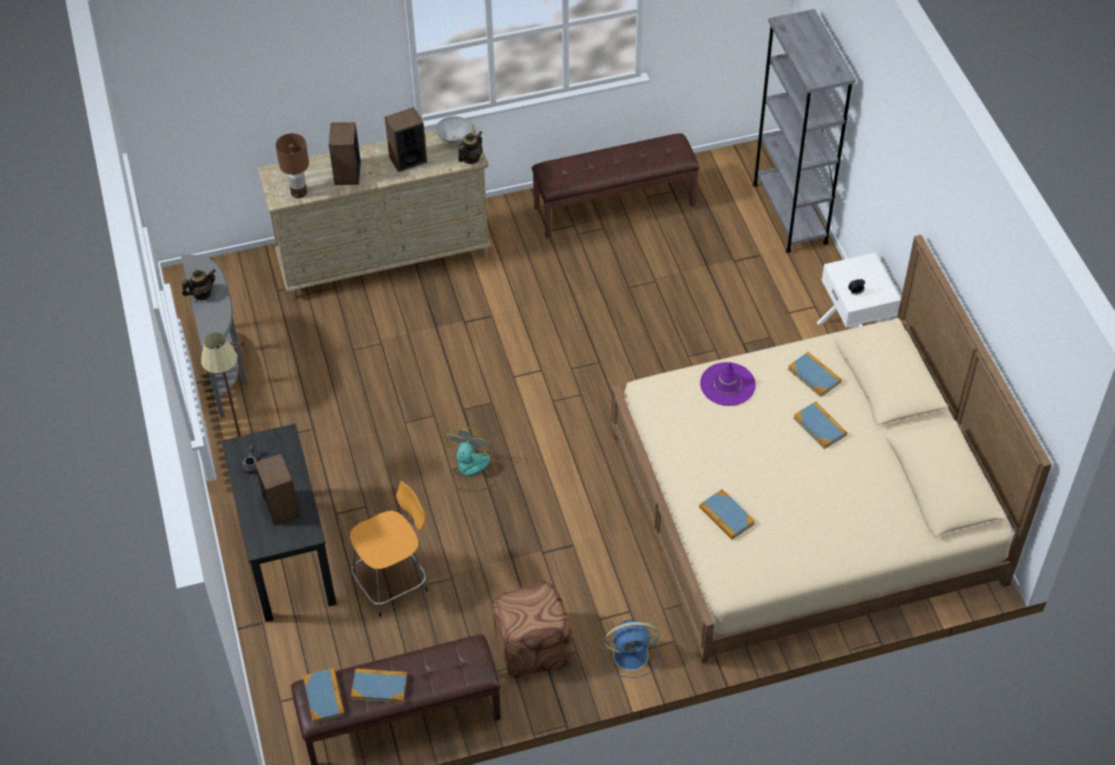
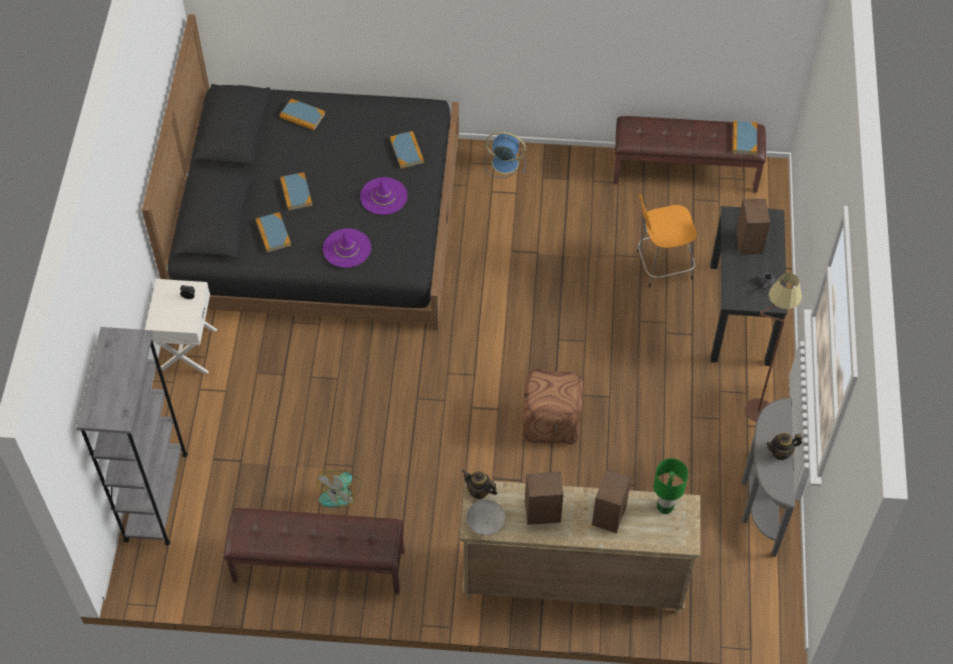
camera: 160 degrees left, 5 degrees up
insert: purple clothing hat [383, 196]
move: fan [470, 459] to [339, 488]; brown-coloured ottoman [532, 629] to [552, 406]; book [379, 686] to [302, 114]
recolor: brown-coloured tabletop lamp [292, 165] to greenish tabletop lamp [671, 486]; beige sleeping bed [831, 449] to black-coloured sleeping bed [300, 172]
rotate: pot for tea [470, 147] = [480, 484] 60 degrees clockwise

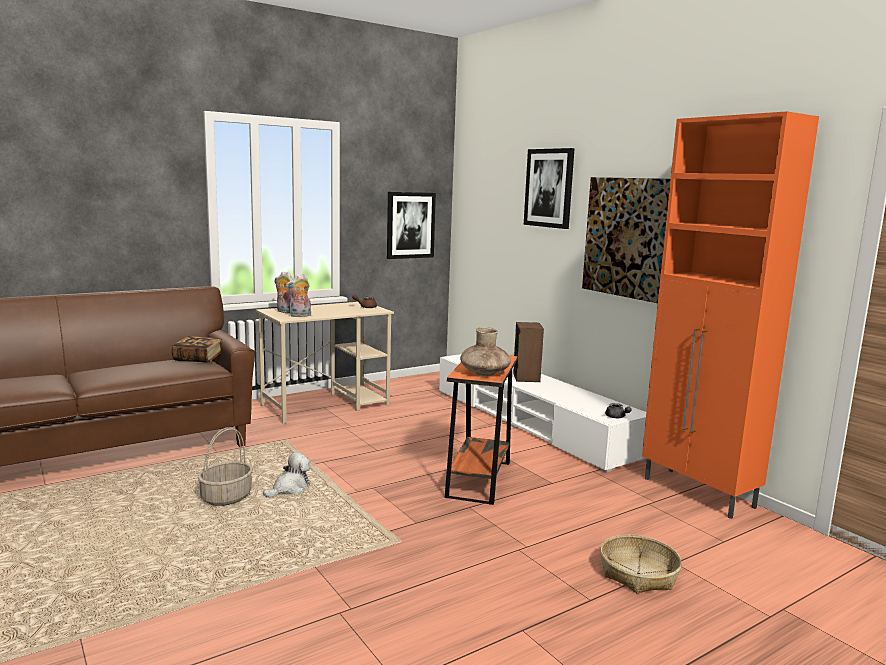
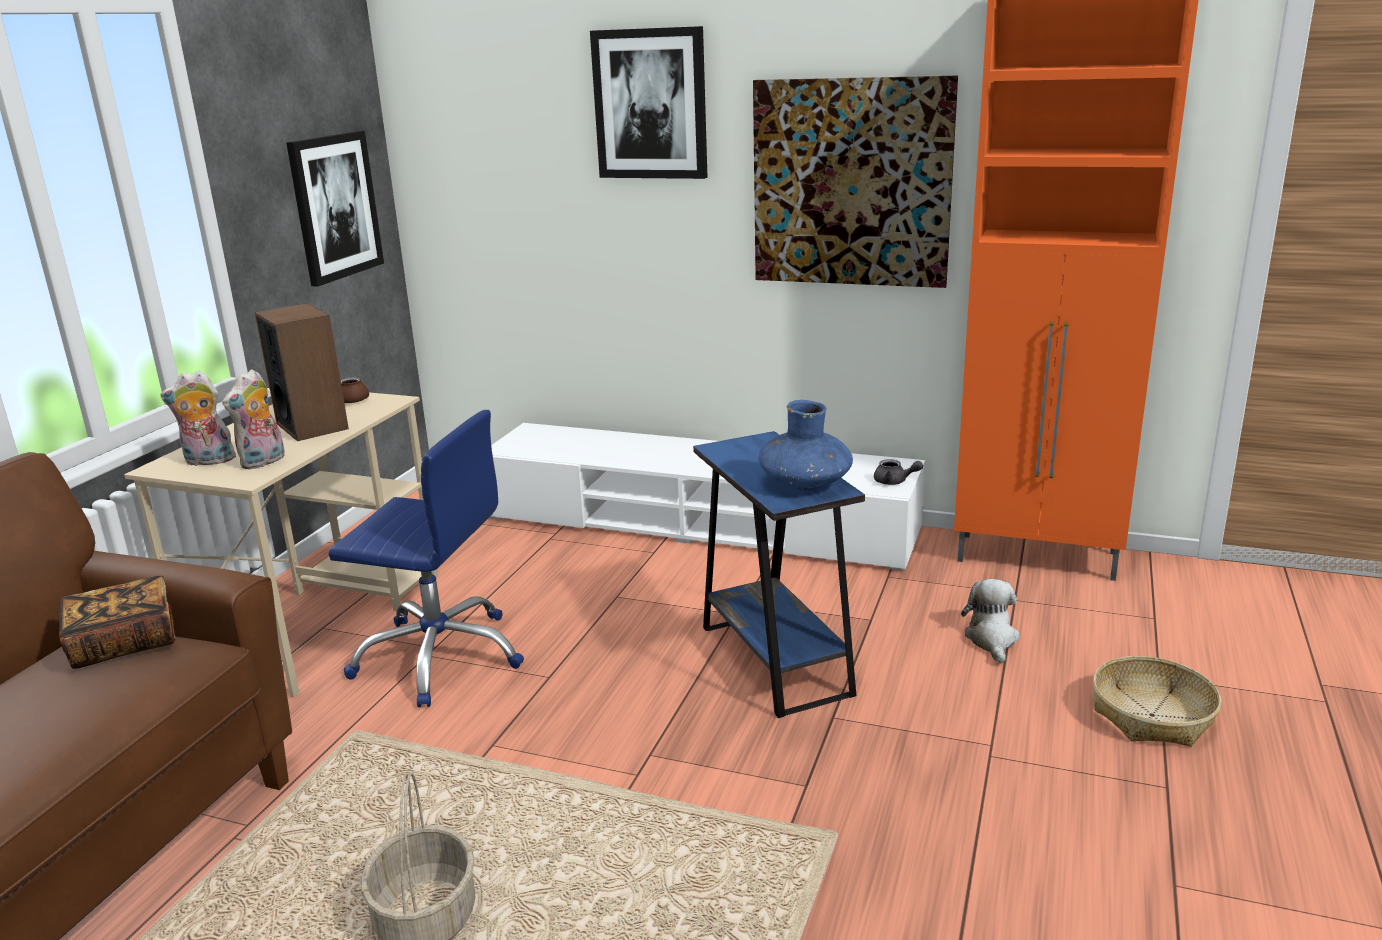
camera: 35 degrees left, 10 degrees up
insert: bluish office chair [426, 558]
move: loudspeaker [528, 352] to [302, 372]; cuddly toy [286, 475] to [990, 621]
recolor: brown-coloured flower vase [485, 351] to bluish flower vase [806, 445]; orangey accent table [481, 430] to bluish accent table [779, 574]

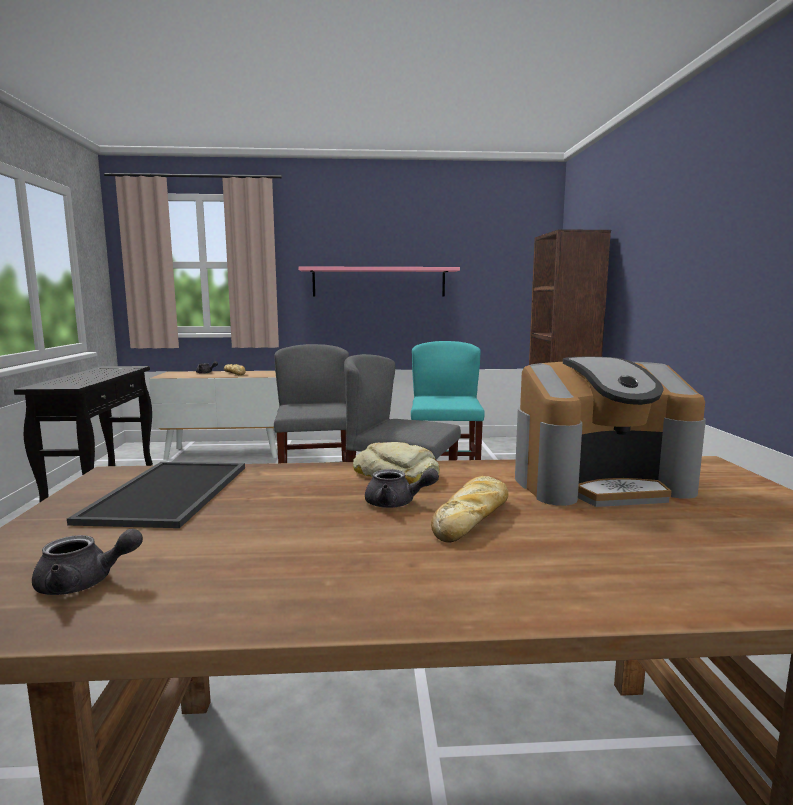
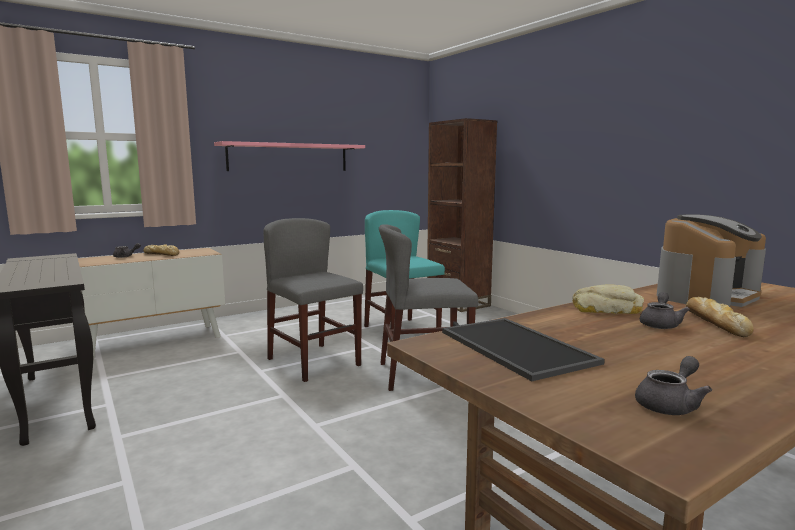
camera: 30 degrees left, 0 degrees up
rotate: gray pot for tea [402, 488] = [665, 310] 45 degrees counterclockwise

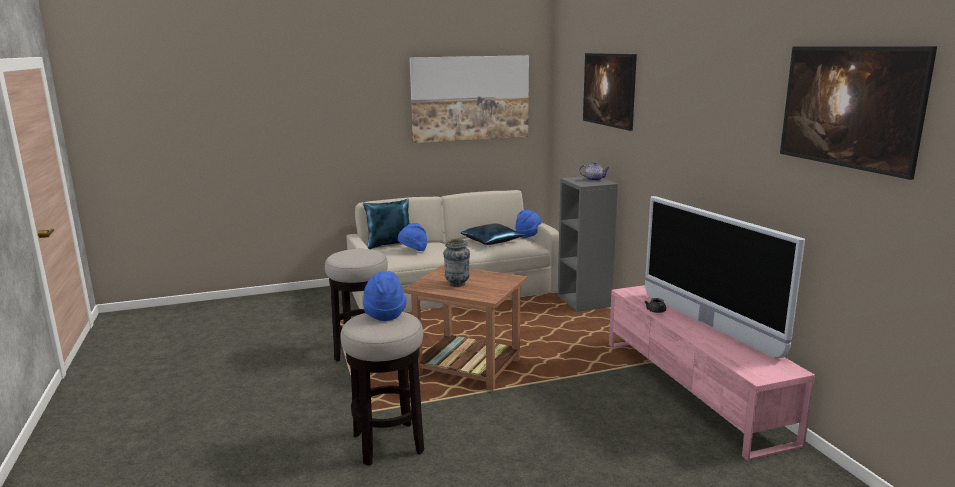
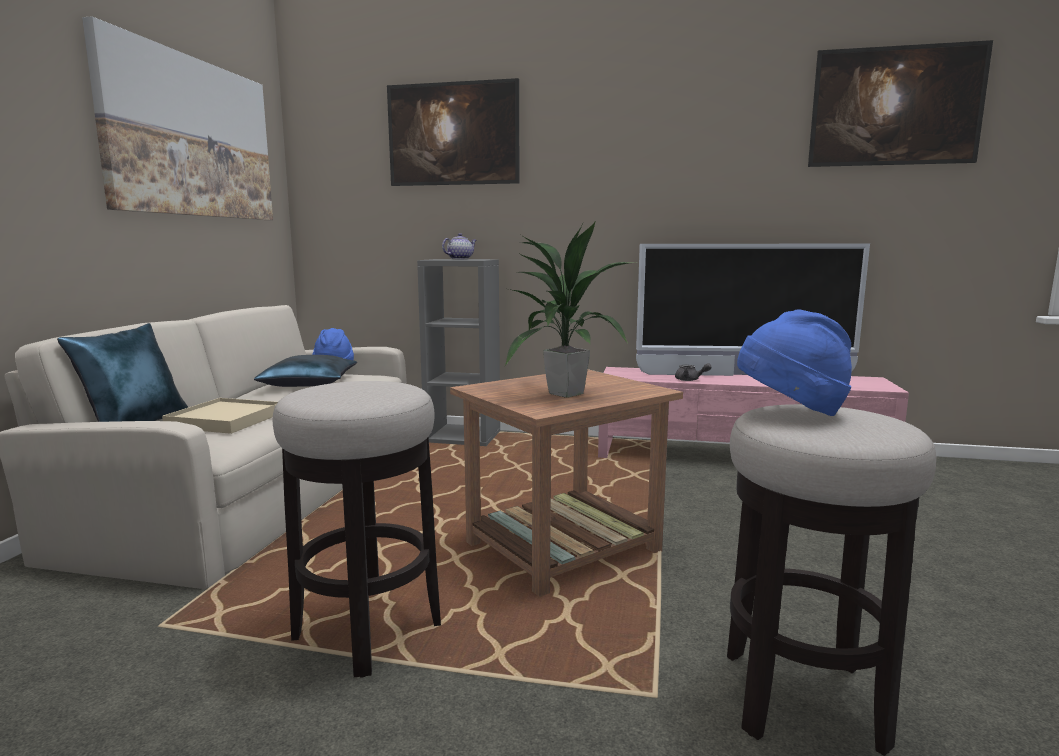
camera: 60 degrees left, 5 degrees down
replace: bluish clothing hat [412, 237] to beige carrying tray [220, 416]; flower vase [456, 263] to plant in a pot [571, 310]

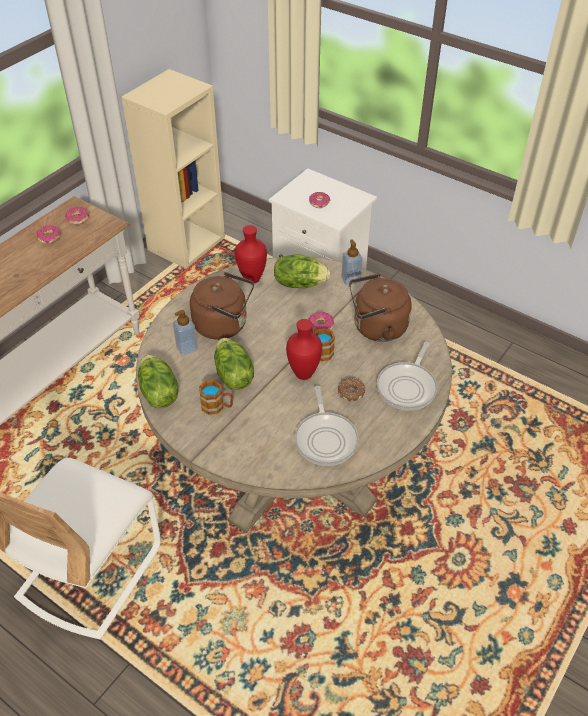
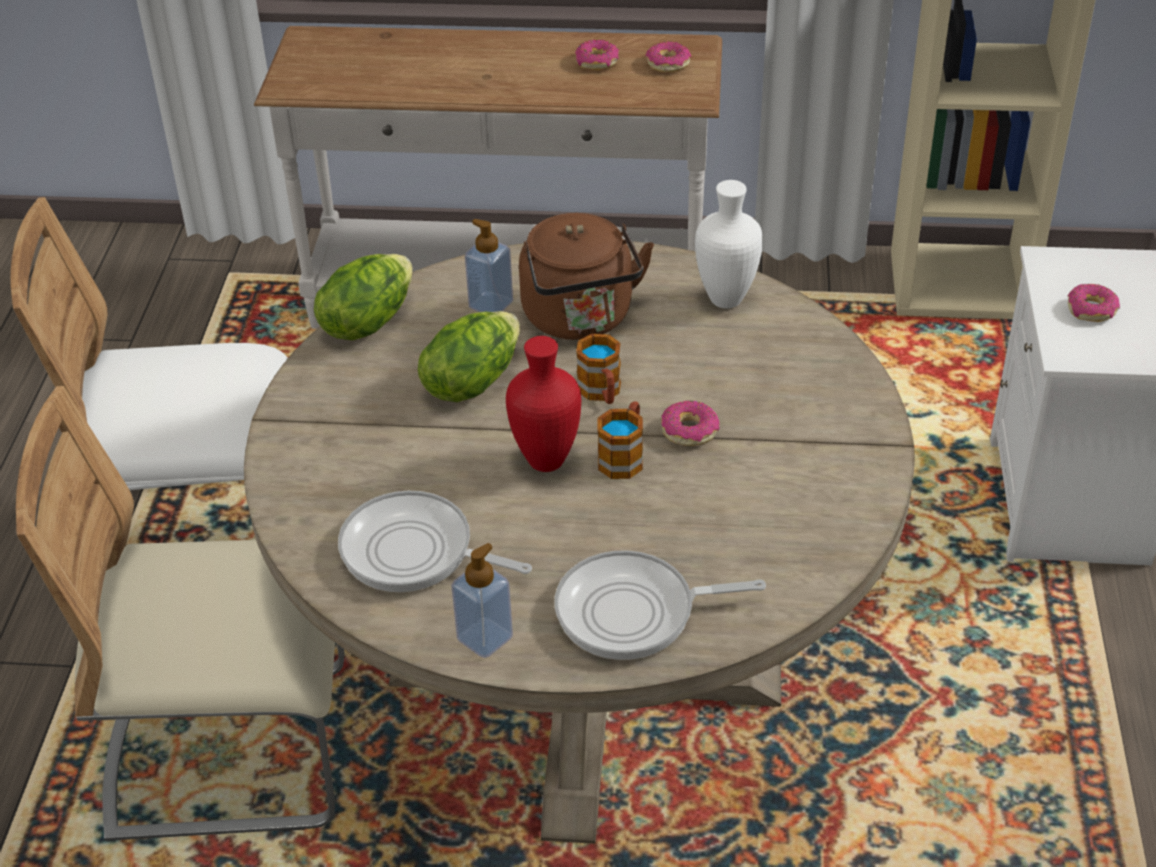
camera: 60 degrees right, 5 degrees down
delete: lettuce head [302, 271]; brown-coloured tea kettle [380, 307]; ring doughnut [351, 389]
insert: beige upright chair [180, 613]
move: soap dispenser [352, 262] to [482, 600]; mug [216, 397] to [598, 369]
recolor: red flower vase [251, 254] to whitish flower vase [729, 244]
rotate: pan [327, 426] = [435, 541] 60 degrees clockwise

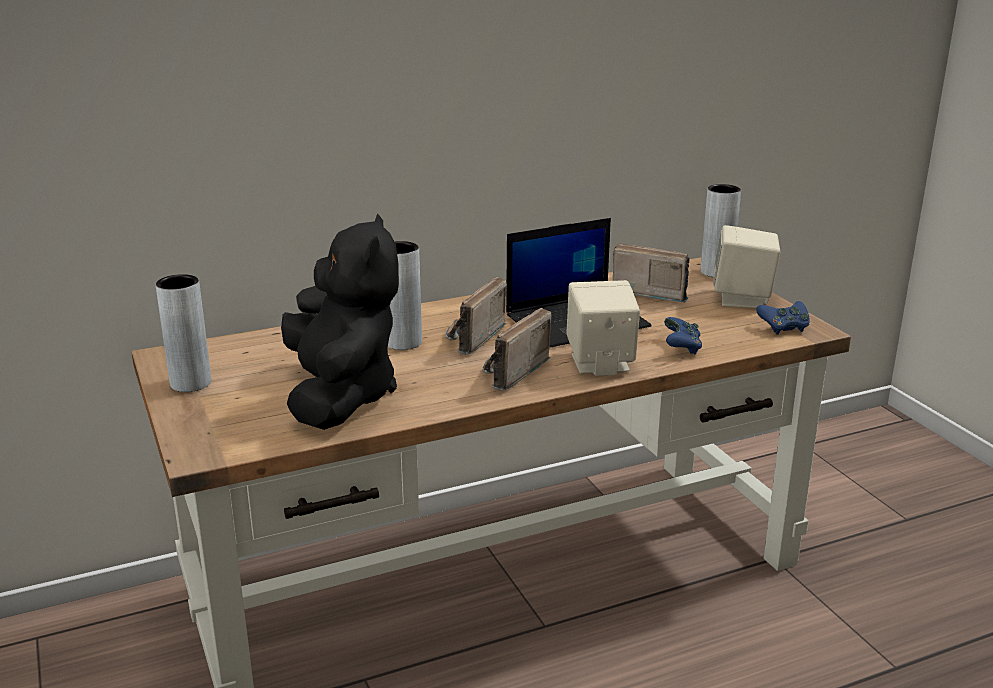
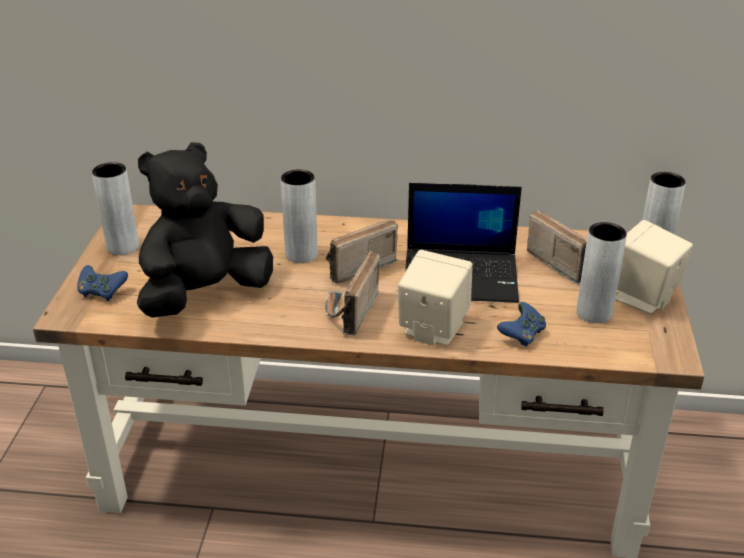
camera: 30 degrees right, 10 degrees up
insert: gray flower vase [601, 272]
move: bluish joypad [782, 318] to [102, 283]
rotate: black-coloured cuddly toy [340, 322] = [205, 230] 150 degrees counterclockwise; radio [517, 349] = [352, 293] 45 degrees counterclockwise

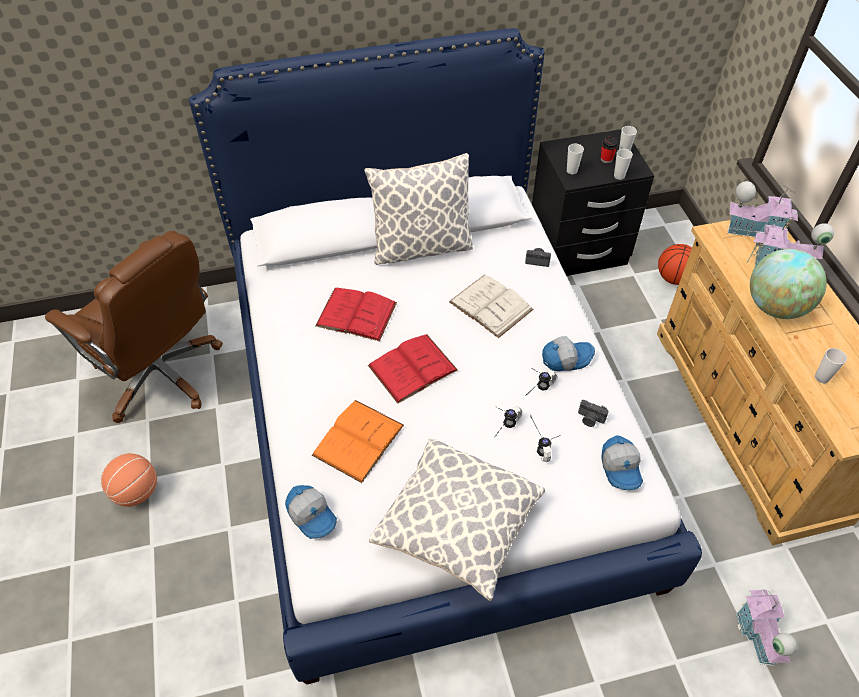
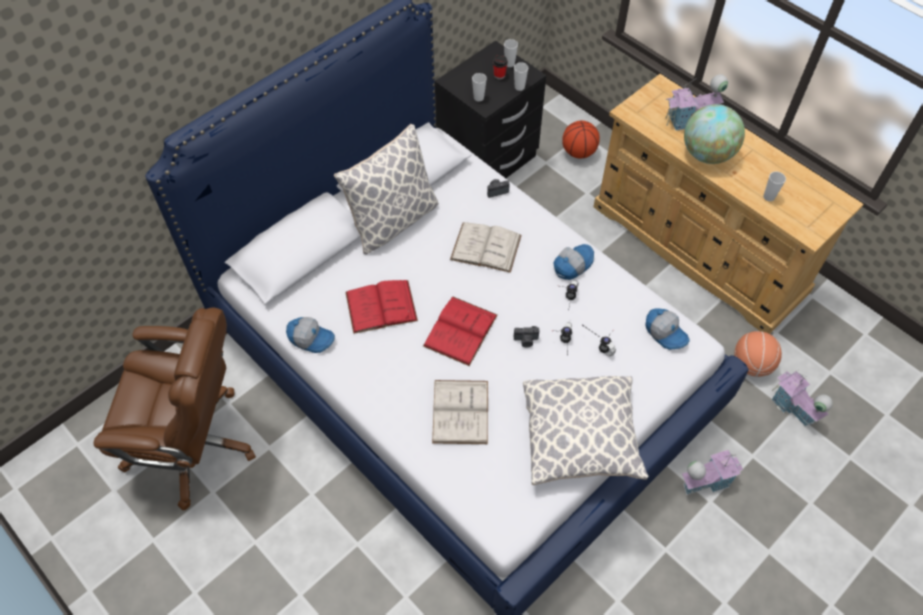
camera: 30 degrees left, 5 degrees up
move: miniature house [762, 209] to [712, 472]; photo camera [593, 413] to [526, 336]; basketball ball [129, 480] to [758, 354]; peaked cap [311, 512] to [310, 335]
recolor: orangey book [358, 441] to whitish book [460, 412]

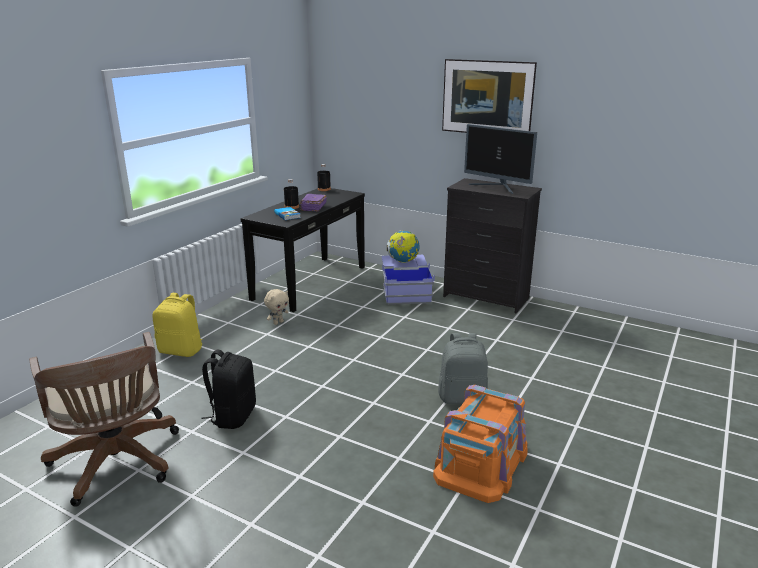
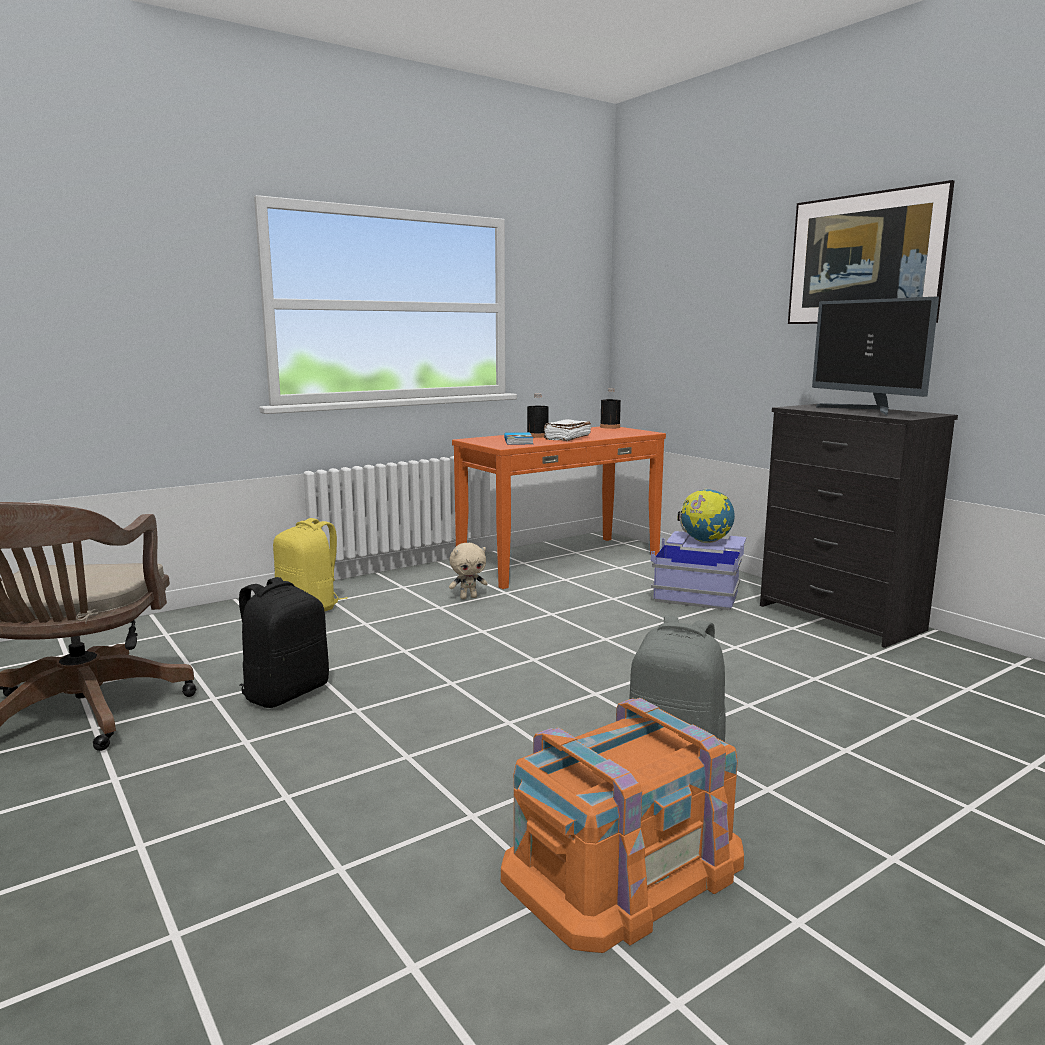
camera: 25 degrees right, 10 degrees down
recolor: black-coloured console table [303, 250] to orangey console table [559, 508]; purple book [313, 203] to whitish book [567, 430]

